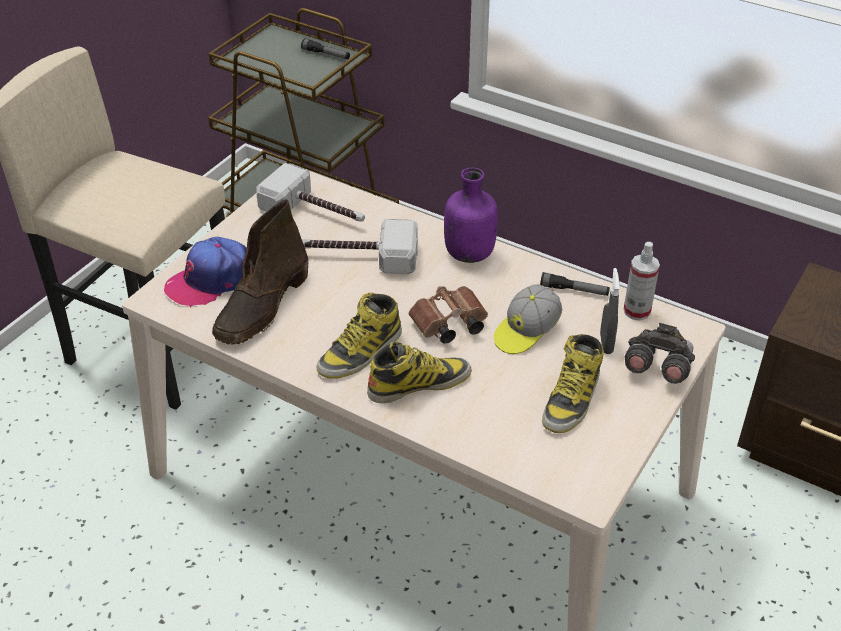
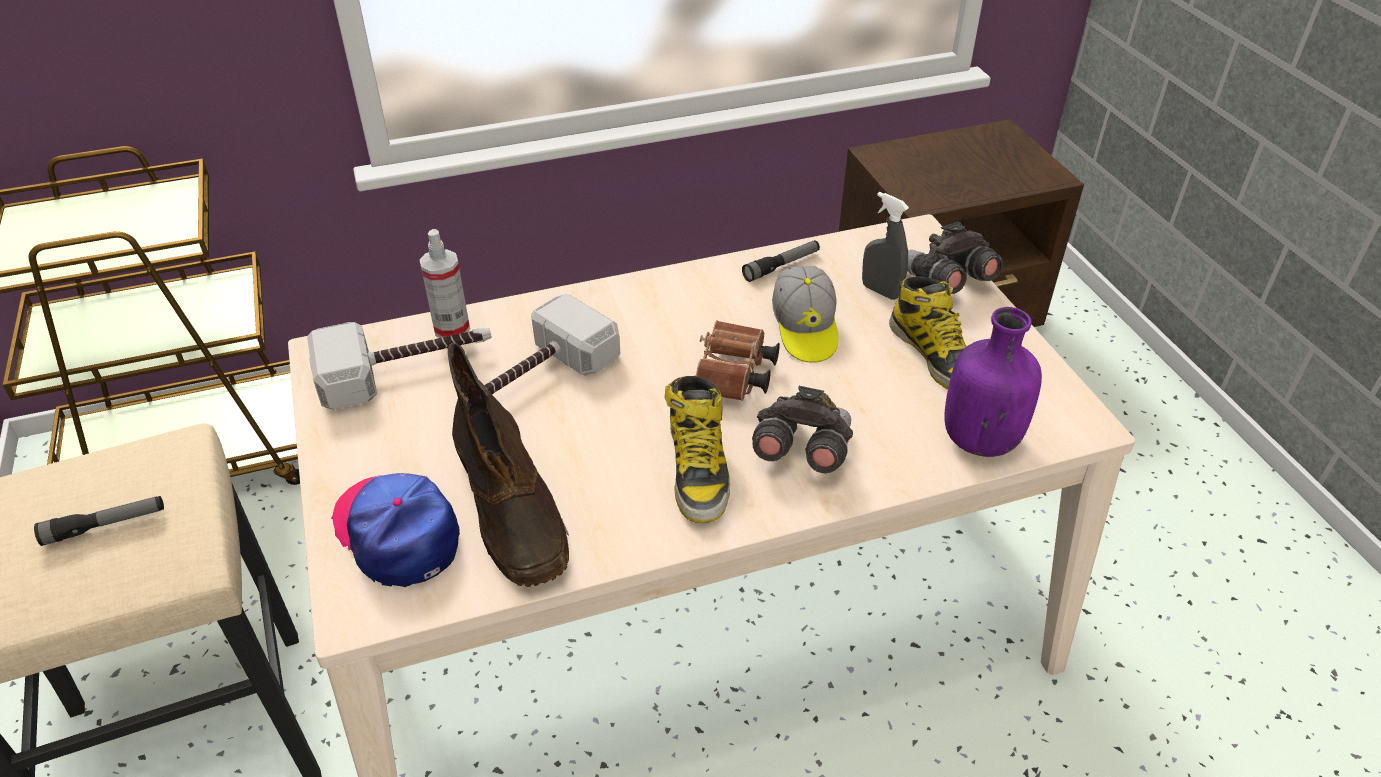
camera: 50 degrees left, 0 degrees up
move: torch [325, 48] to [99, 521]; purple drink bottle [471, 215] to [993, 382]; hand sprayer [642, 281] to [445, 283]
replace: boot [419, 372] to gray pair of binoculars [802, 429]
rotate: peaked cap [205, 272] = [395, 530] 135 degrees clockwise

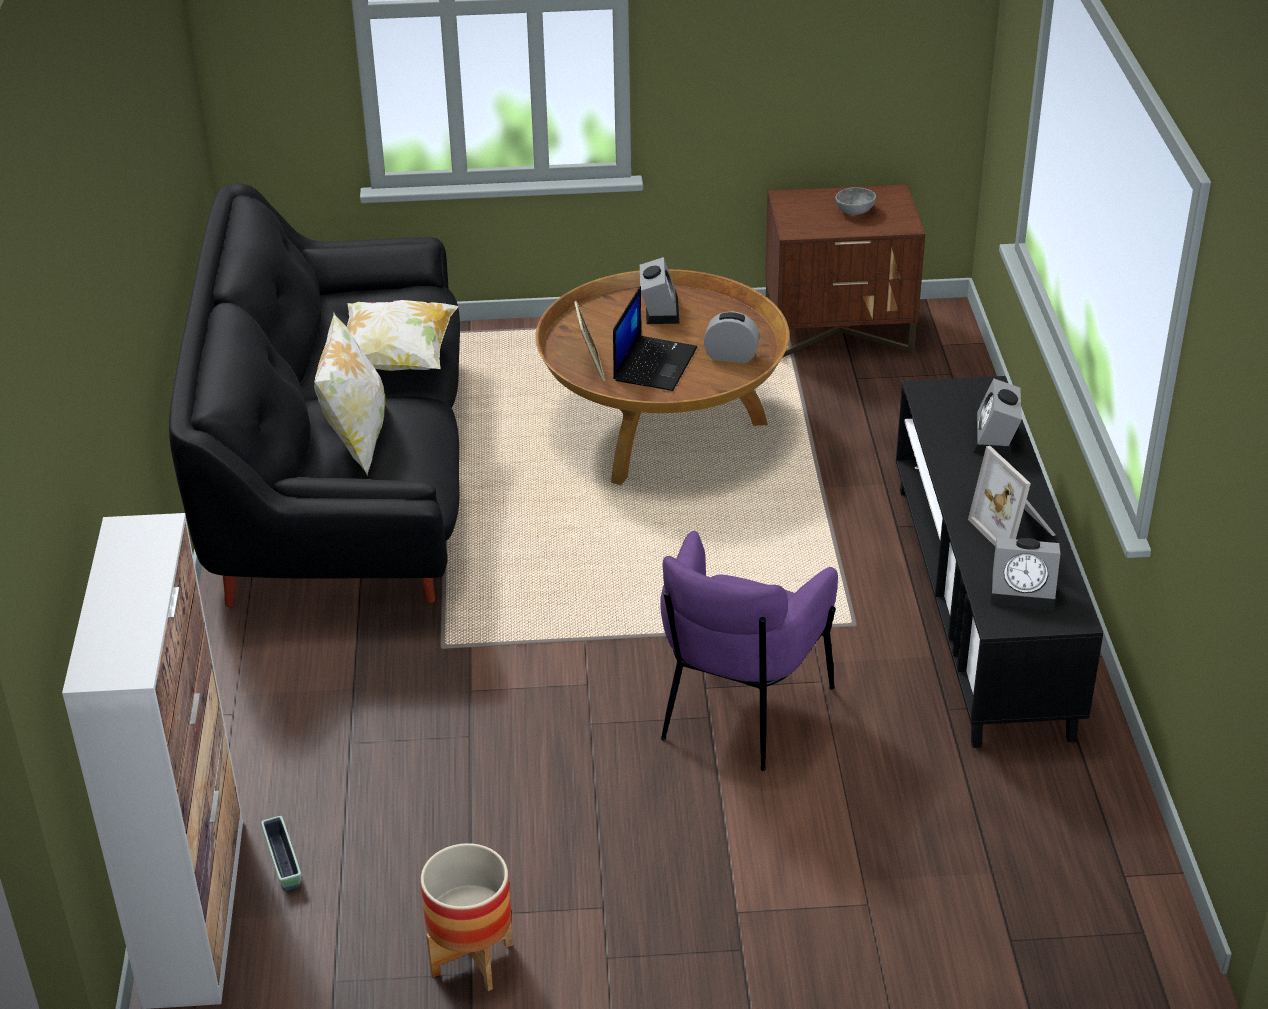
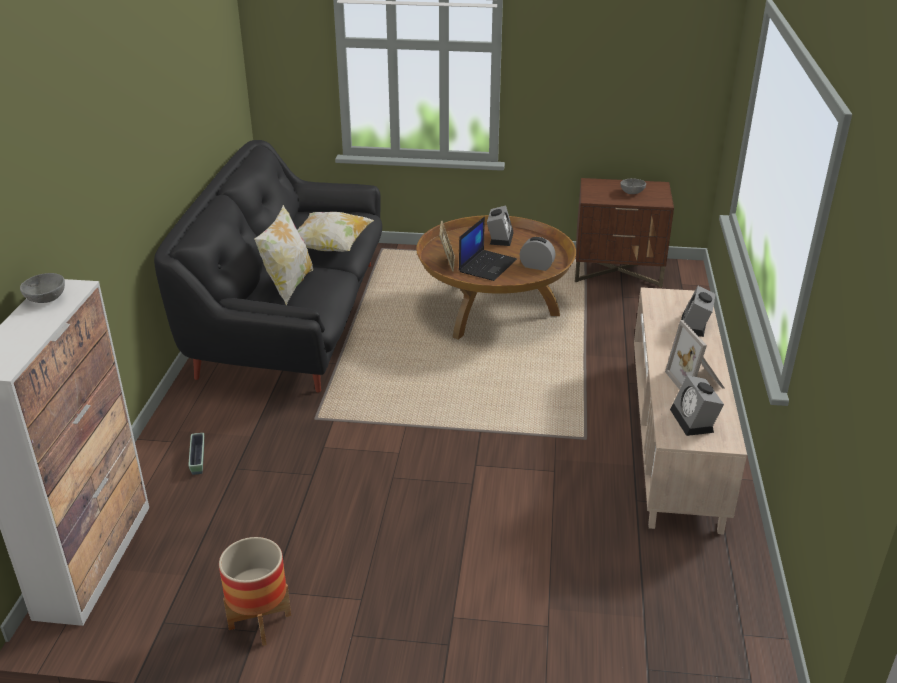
camera: 10 degrees right, 5 degrees down
delete: purple lounge chair [749, 651]
insert: gray deep dish [42, 288]
move: plant pot [281, 853] to [196, 454]
recolor: black-coloured tv unit [1000, 562] to beige tv unit [690, 411]
rotate: bedside clock [1025, 574] = [697, 405] 60 degrees clockwise

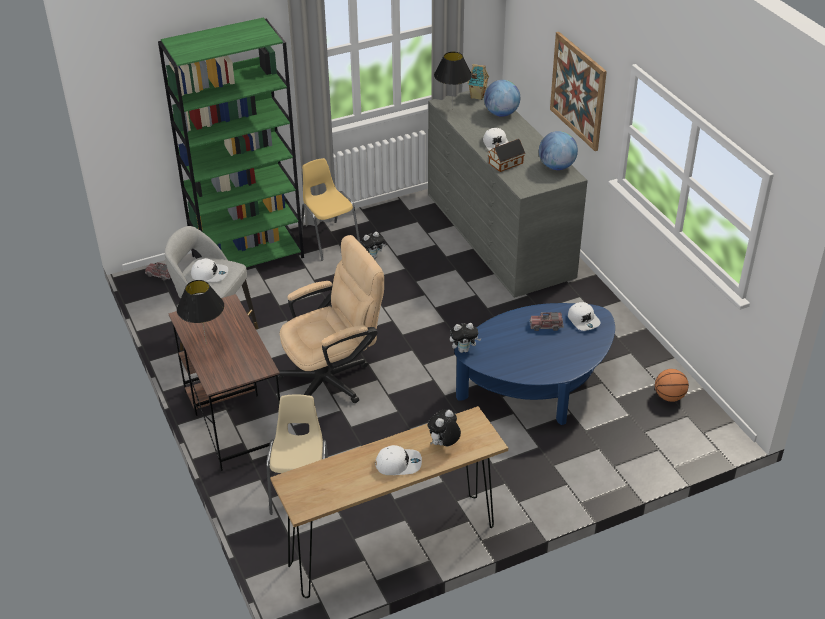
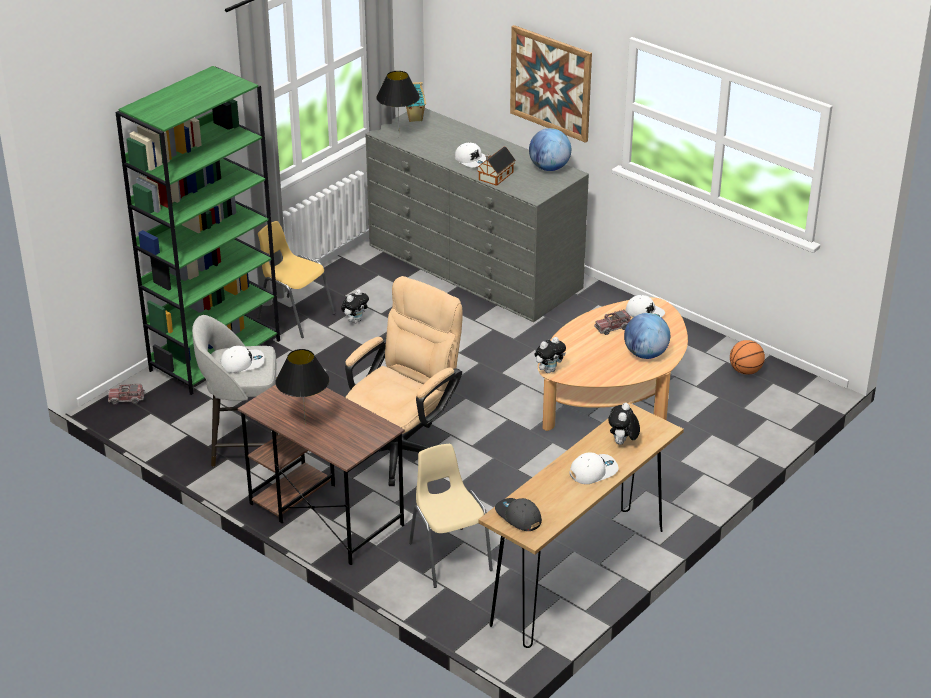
camera: 25 degrees left, 5 degrees down
insert: gray peaked cap [518, 514]
move: desk globe [502, 98] to [647, 336]
recolor: bluish low table [534, 364] to beige low table [613, 364]

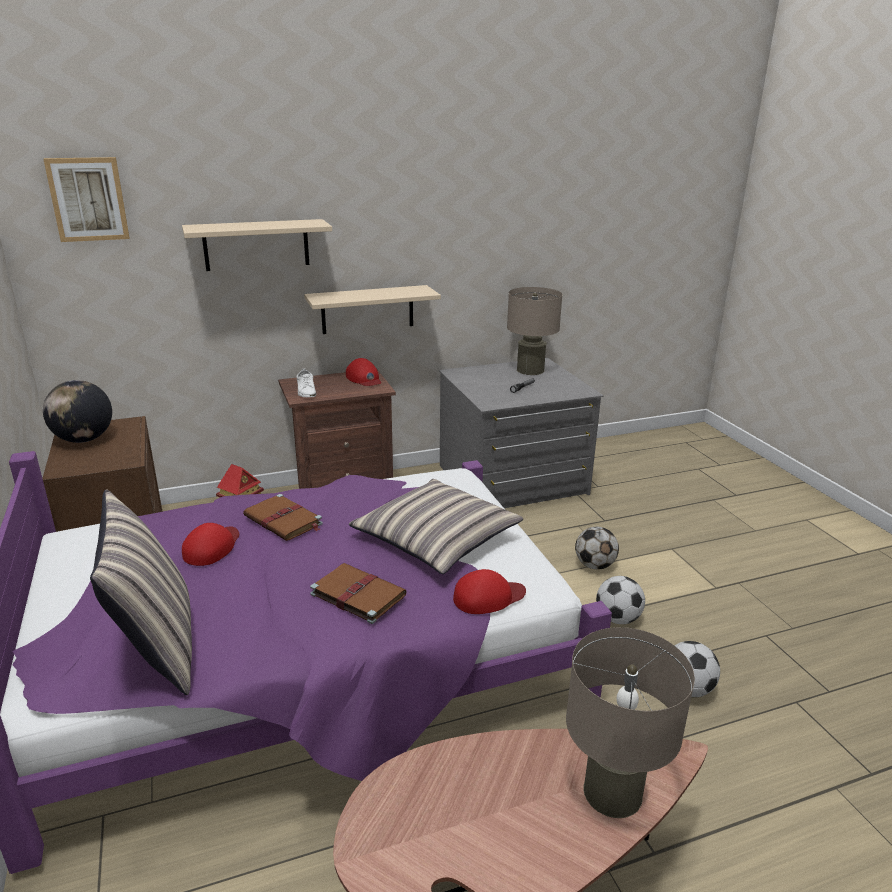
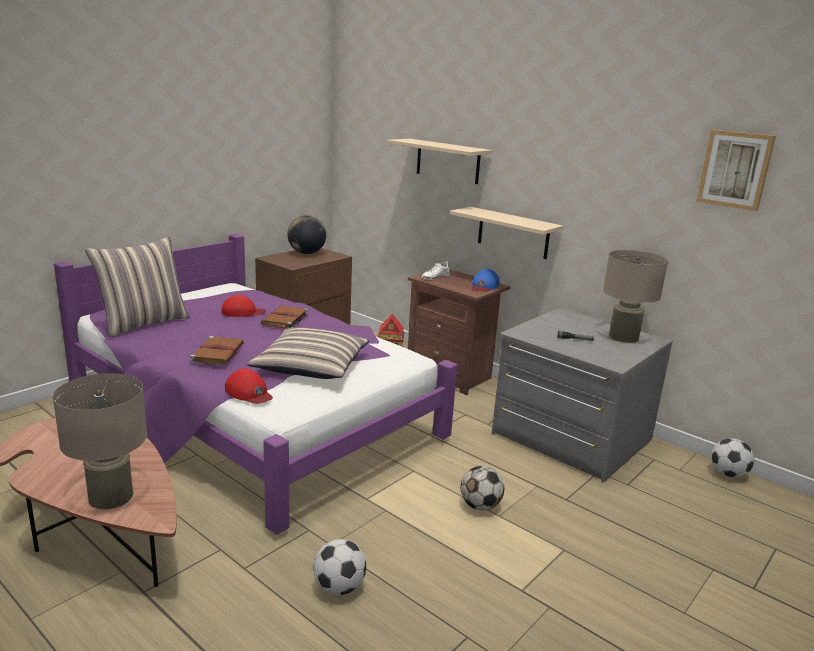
camera: 60 degrees right, 5 degrees down
move: picture [86, 199] to [736, 170]; football ball [620, 600] to [732, 458]
recolor: red peaked cap [364, 372] to bluish peaked cap [485, 280]

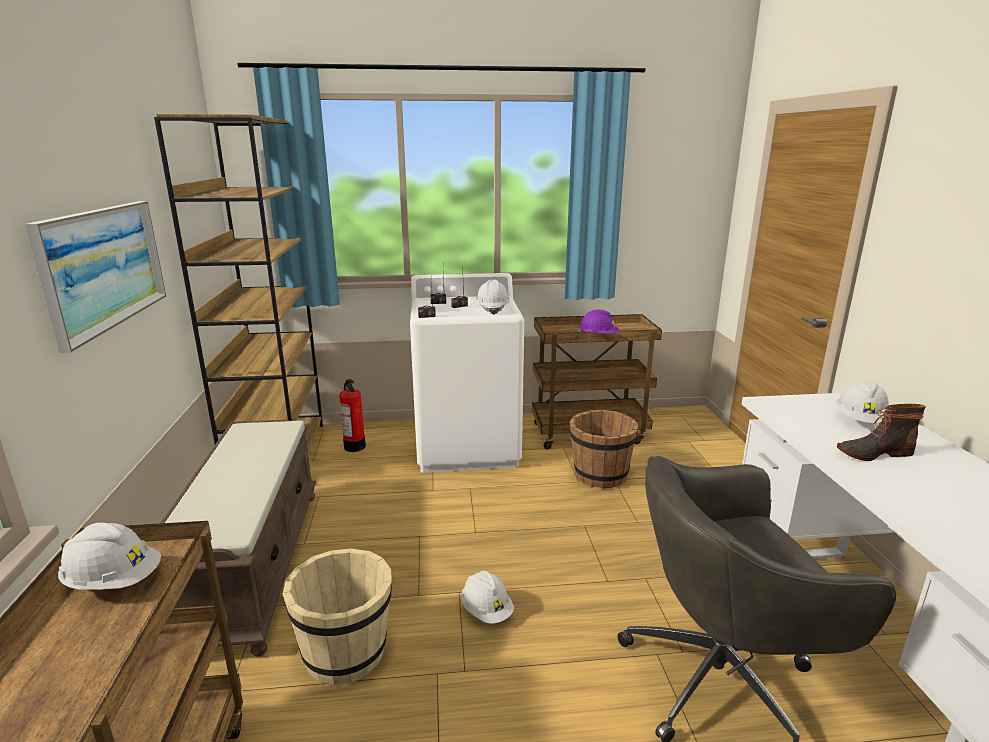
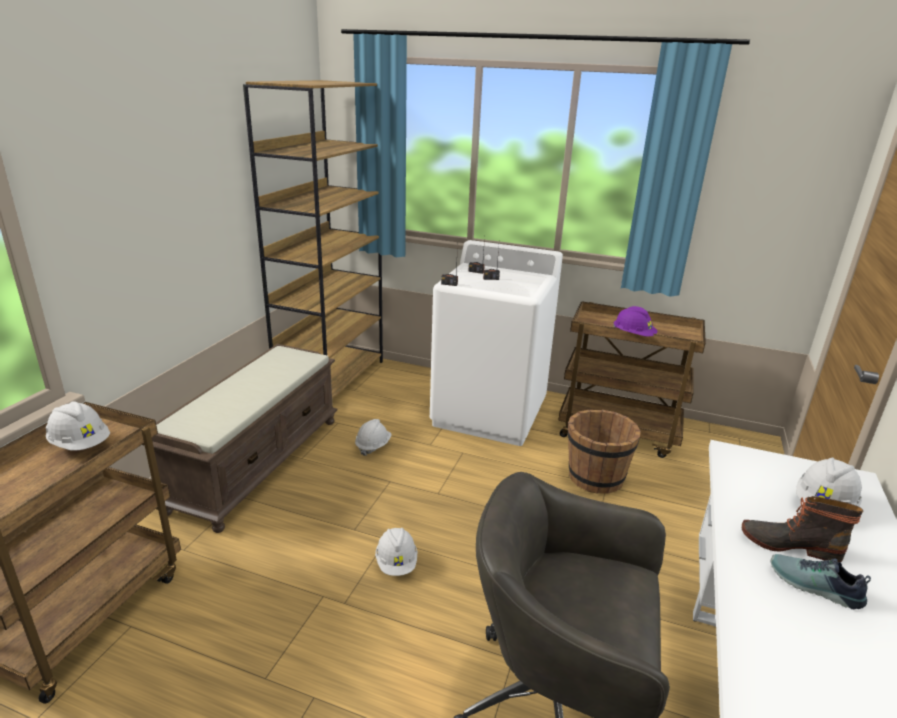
camera: 25 degrees right, 5 degrees up
delete: picture [95, 277]; fire-fighting cylinder [352, 415]; beige bucket [337, 617]
insert: shoe [821, 581]
move: whitish hard hat [493, 297] to [373, 437]

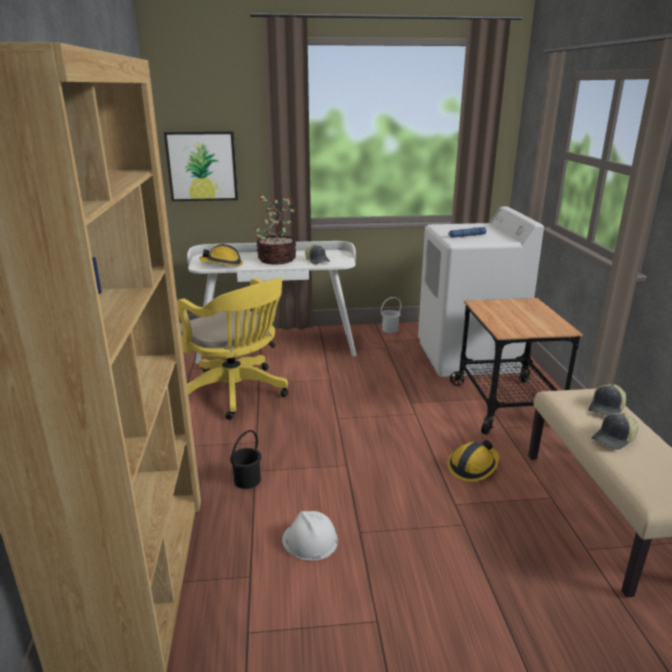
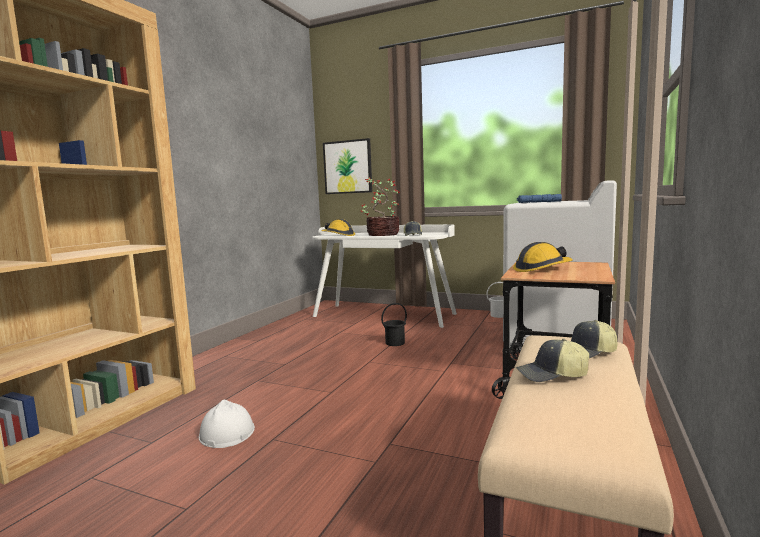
camera: 30 degrees right, 15 degrees down
delete: yellow office chair [232, 349]
move: black-coloured bucket [246, 459] to [394, 324]; hard hat [473, 461] to [543, 257]

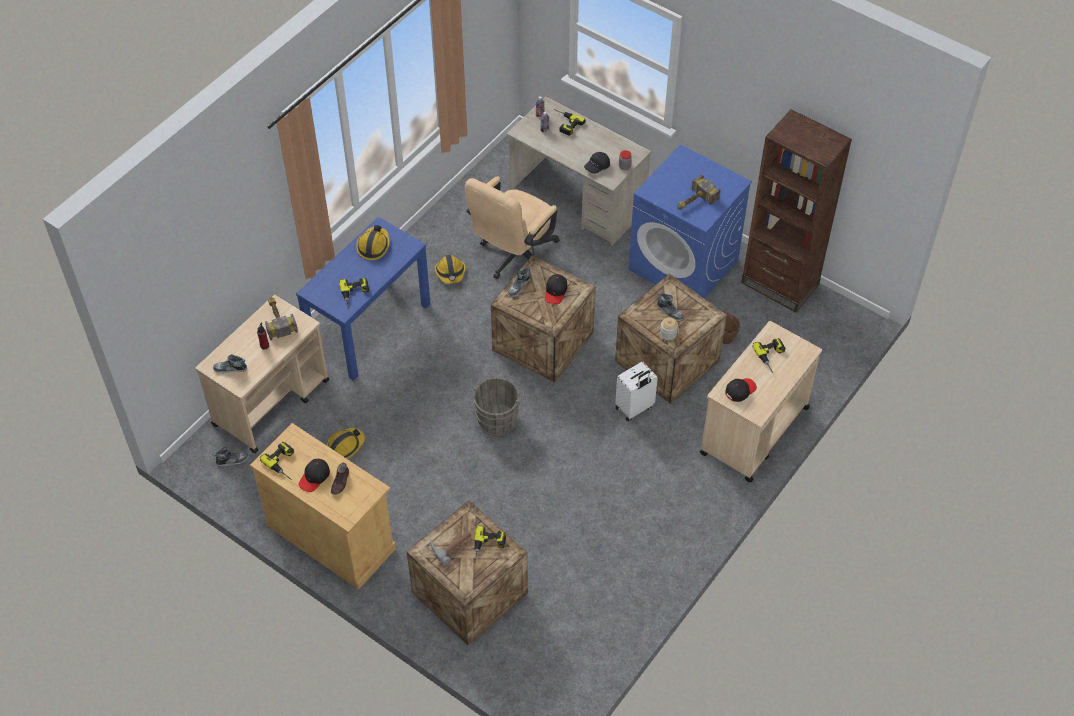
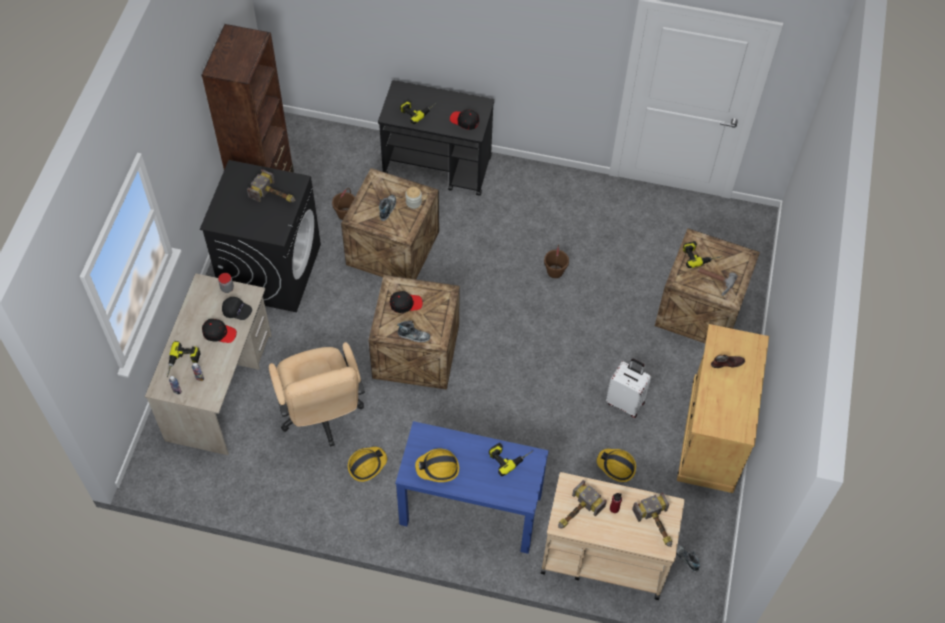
camera: 115 degrees left, 5 degrees up
delete: gray bucket [499, 406]; power drill [277, 461]
insert: brown-coloured bucket [556, 261]
move: whitish piece of luggage [636, 391] to [628, 388]; black-coloured peaked cap [314, 475] to [219, 331]
replace: shoe [230, 363] to hand hammer [652, 519]
recolor: bluish laundry machine [690, 221] to black-coloured laundry machine [260, 236]; beige wheeled cart [761, 401] to black-coloured wheeled cart [436, 138]
rotate: beige office chair [512, 227] = [317, 394] 60 degrees clockwise

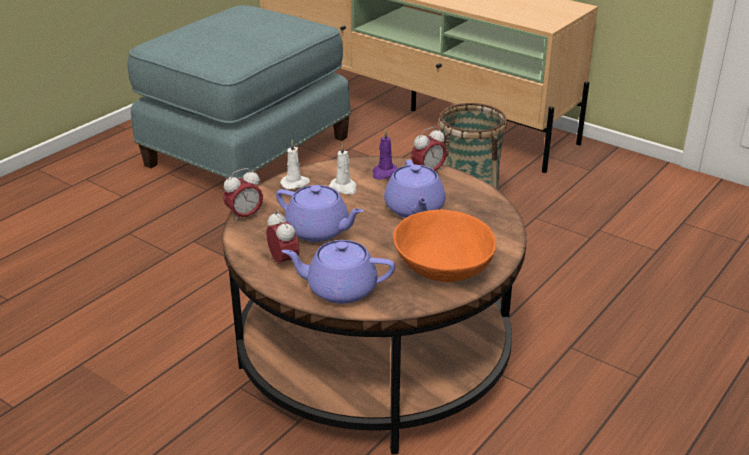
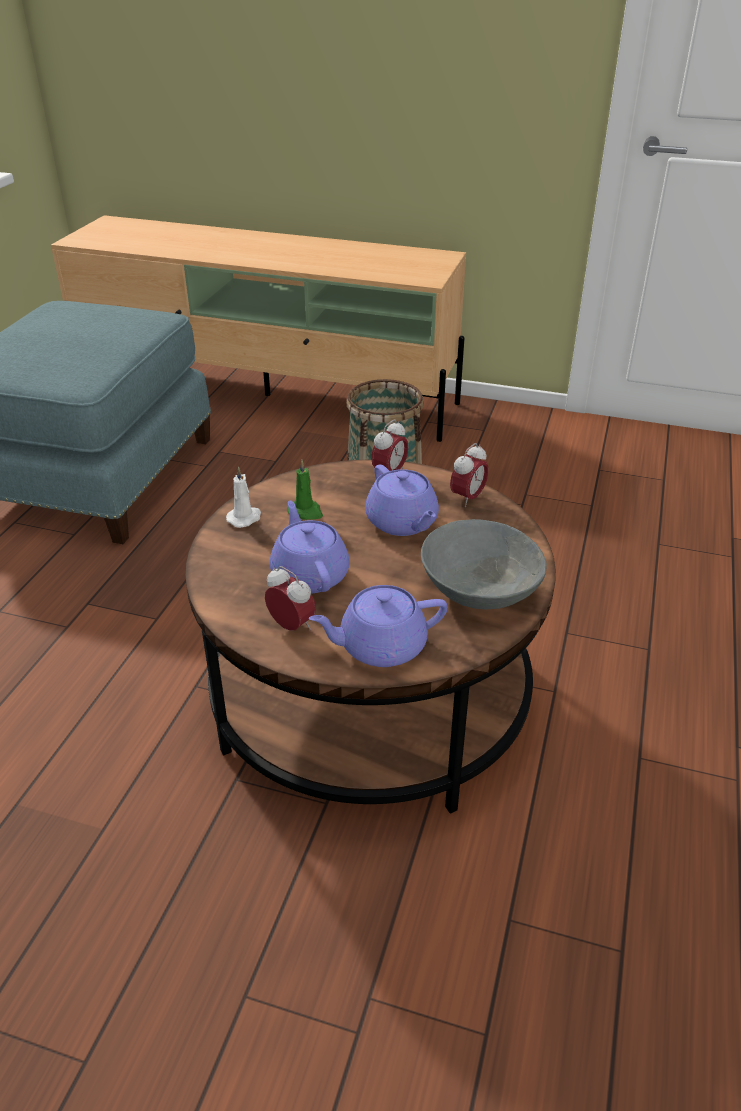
camera: 20 degrees left, 5 degrees up
delete: purple wax light [385, 154]
move: bedside clock [243, 195] to [469, 475]
recolor: whitish wax light [343, 168] to greenish wax light [305, 490]; orangey deep dish [444, 246] to gray deep dish [484, 564]
rotate: purple pot for tea [320, 213] = [310, 547] 120 degrees counterclockwise

